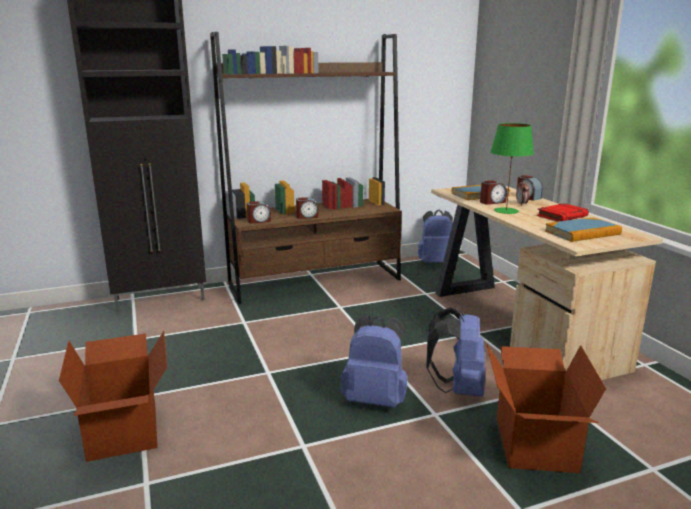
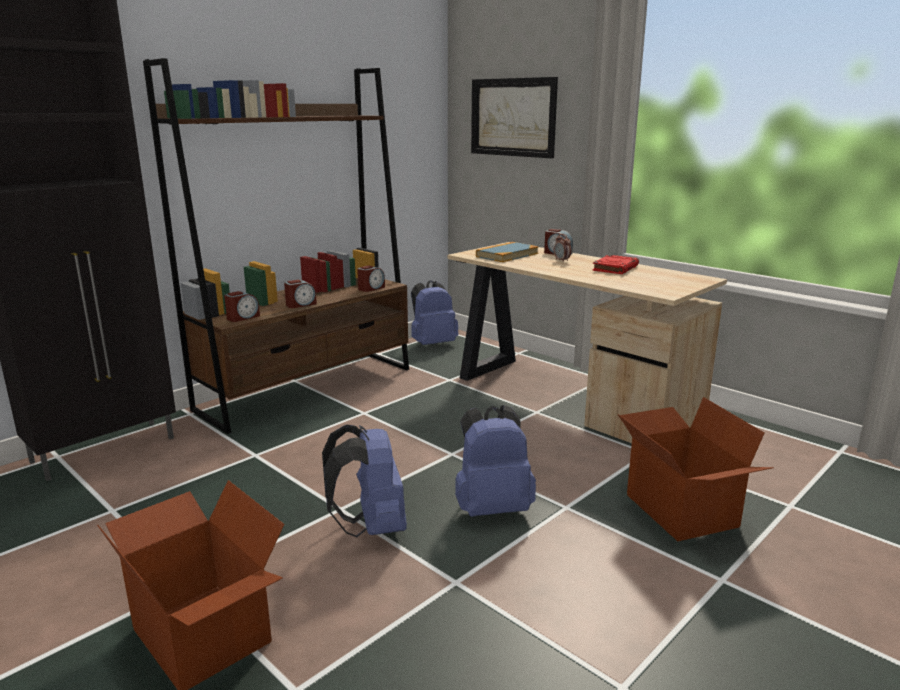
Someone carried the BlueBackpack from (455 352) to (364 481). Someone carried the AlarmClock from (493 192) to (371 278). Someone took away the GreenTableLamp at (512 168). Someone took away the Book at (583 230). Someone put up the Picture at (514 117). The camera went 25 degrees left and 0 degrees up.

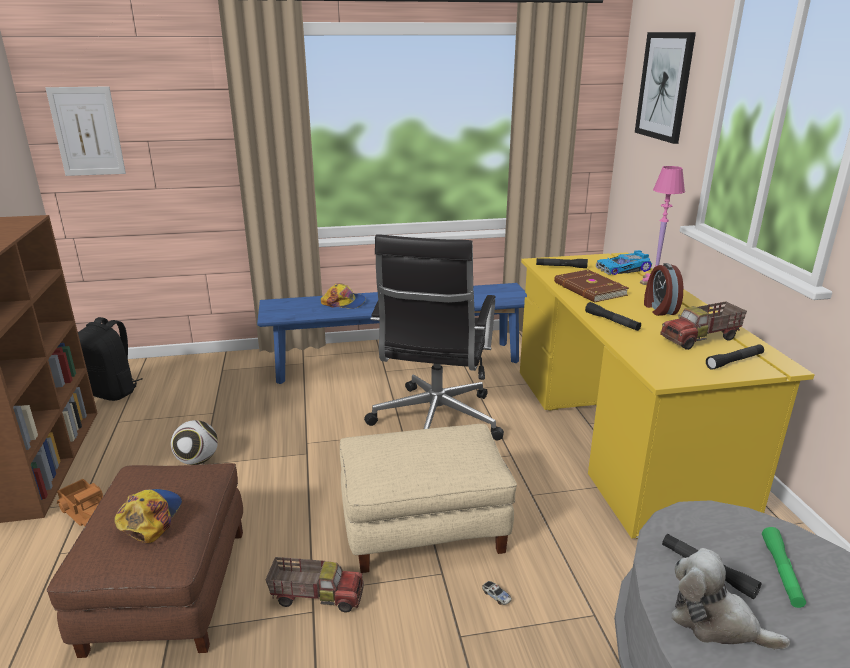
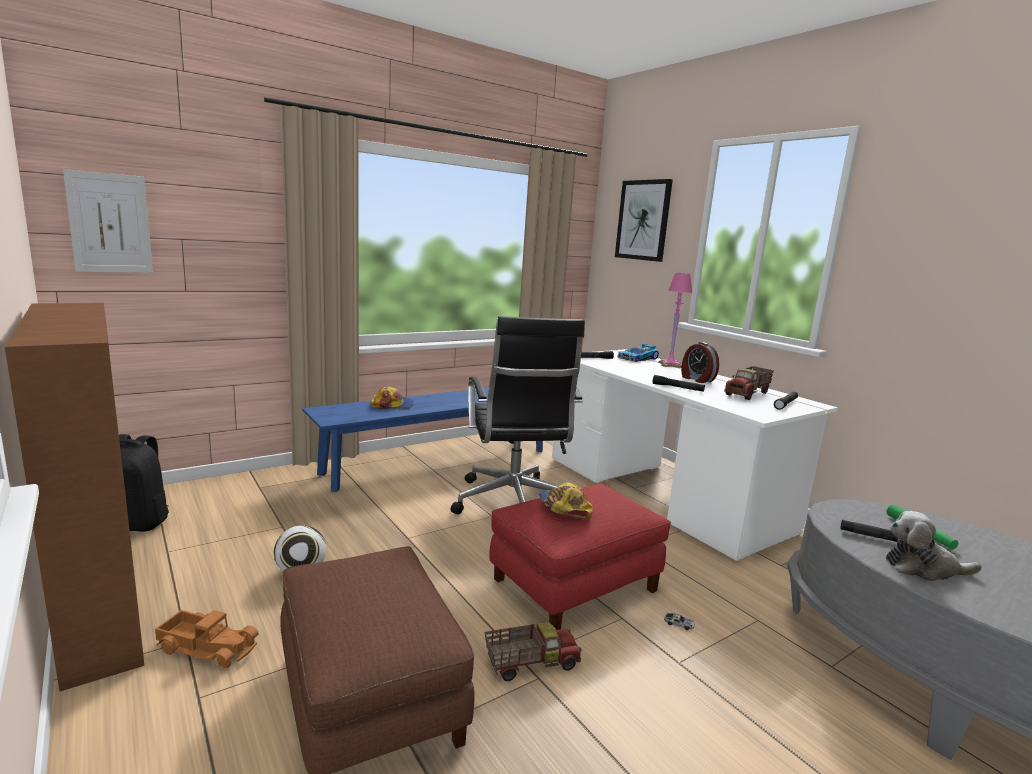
Someone carried the Cap from (148 516) to (566 500). Someone repainted the BeigeOttoman at (428 498), which became the RedOttoman at (580 557). Someone repainted the YellowDesk at (667 395), which became the WhiteDesk at (695 455). Someone took away the BrownBook at (591 286). The camera went 25 degrees left and 10 degrees down.

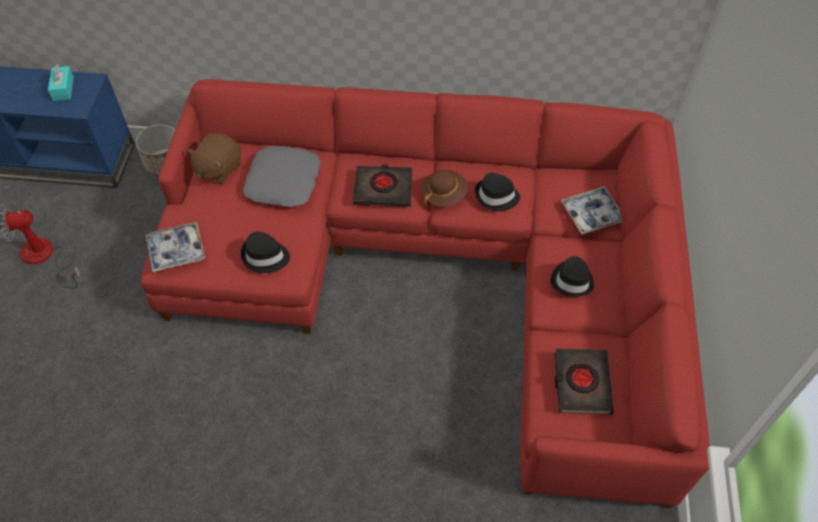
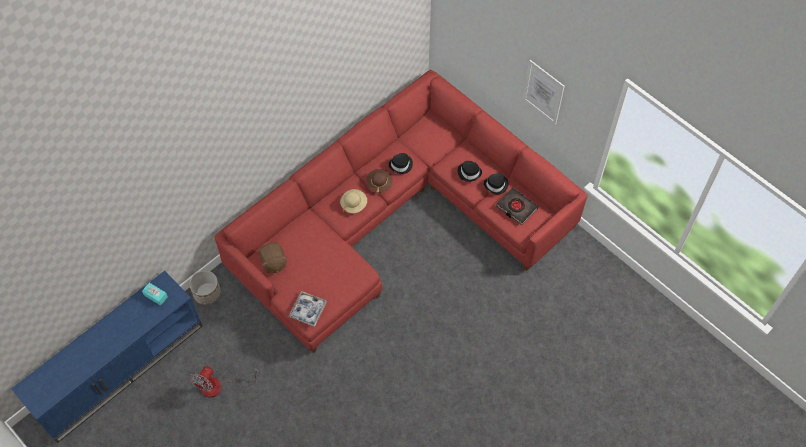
Someone carried the BlackHat from (265 252) to (496 183). Someone took away the GreyPillow at (281 176). Someone swapped the BlackBook at (382 185) for the BeigeHat at (353 201). Someone took away the Tray at (592 210). Someone put up the Picture at (544 92). The camera went 50 degrees left and 5 degrees up.

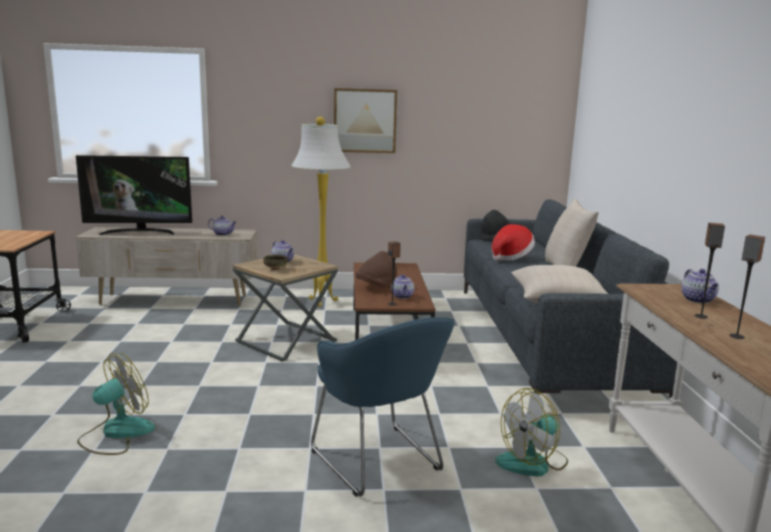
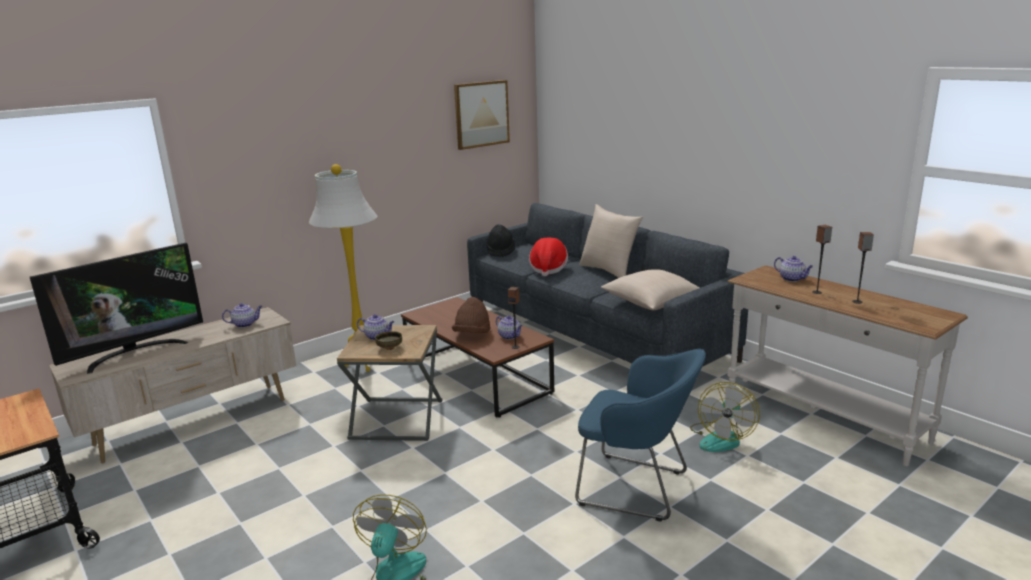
Someone carried the Picture from (365 120) to (482 115). The camera went 35 degrees left and 5 degrees up.

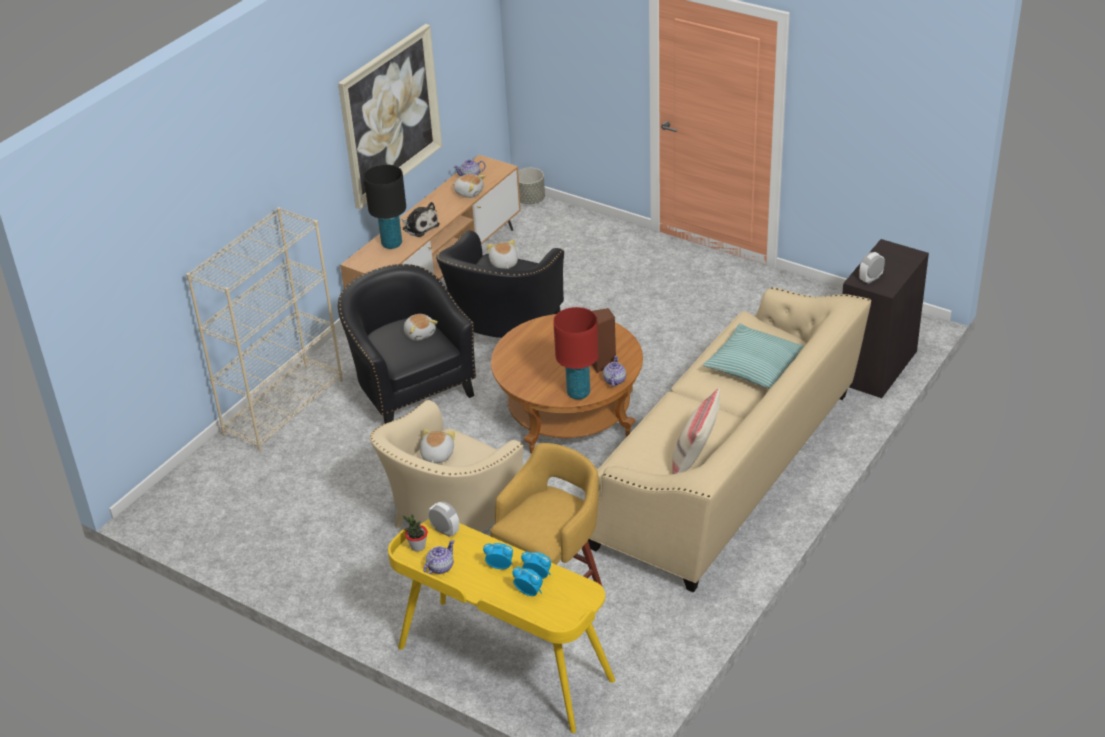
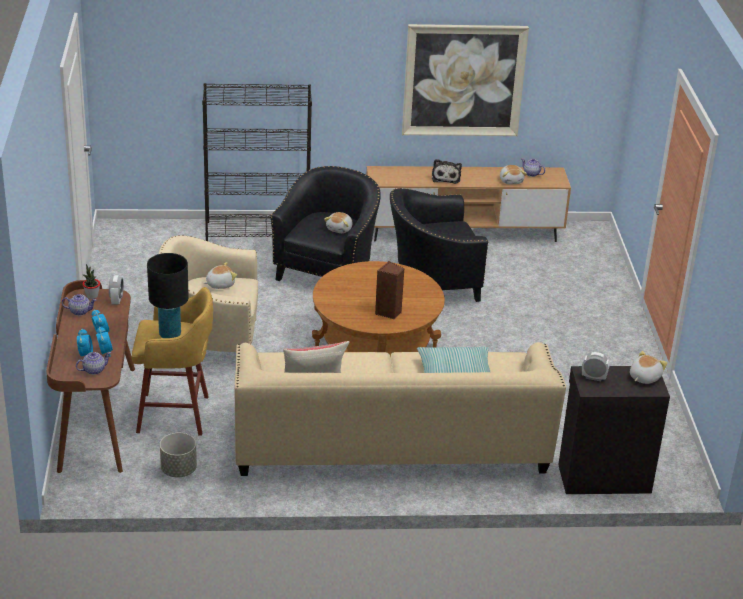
Someone repainted the BeigeBookcase at (264 329), which became the BlackBookcase at (257 162). Someone carried the BlackTableLamp from (385 206) to (168 295). Someone repainted the YellowDesk at (501 626), which became the BrownDesk at (90 376). Someone carried the PlushToy from (502 254) to (649 367). Someone carried the GreyPlanter from (531 186) to (178 455). Someone took away the RedTableLamp at (575 353). Someone carried the Teapot from (614 371) to (93 363). The camera went 50 degrees right and 5 degrees down.

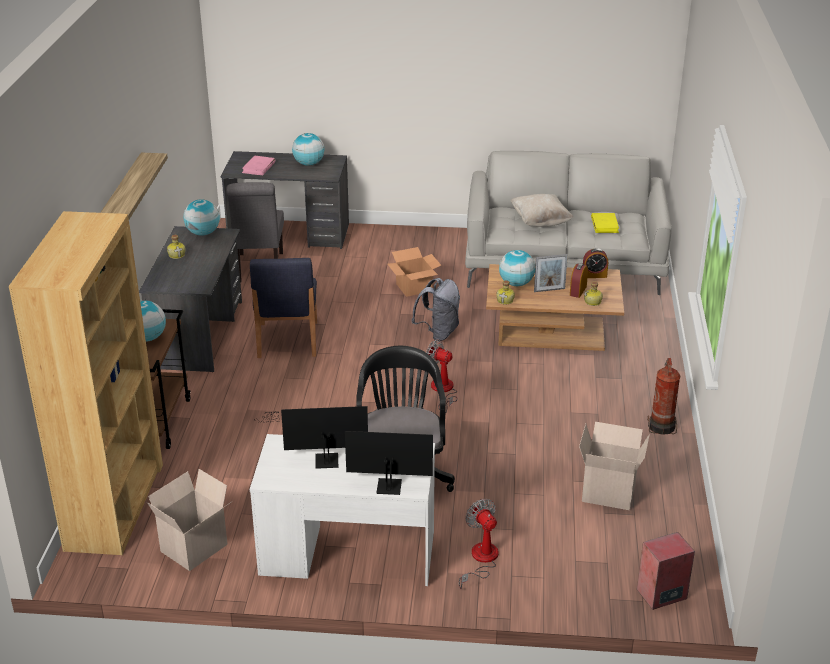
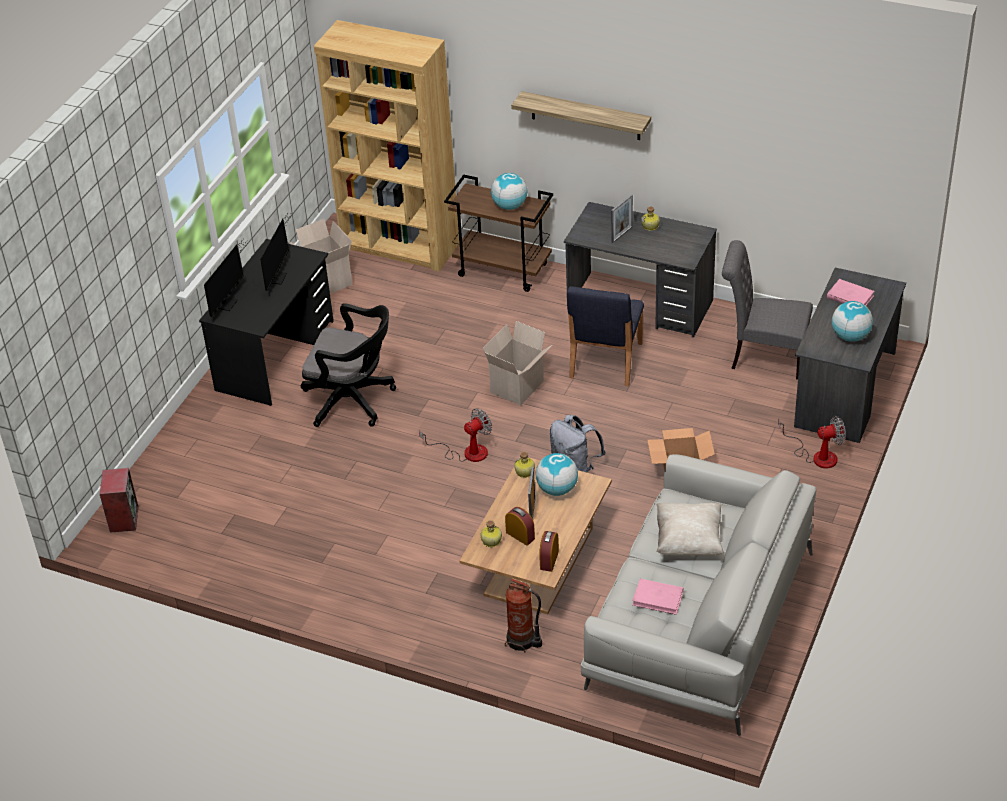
Someone took away the Globe at (201 217). Someone rotated the BlueChair at (283 308) by 90 degrees counterclockwise. Someone repainted the WhiteDesk at (342 510), which became the BlackDesk at (266 322). Someone carried the Fan from (479 544) to (812 442). Someone carried the CardboardBox from (614 466) to (517 363). Someone repainted the YellowBook at (605 223), which became the PinkBook at (657 597). Someone carried the FireExtinguisher from (664 396) to (523 615). Someone put down the PictureFrame at (622 218). The camera went 110 degrees right and 10 degrees up.

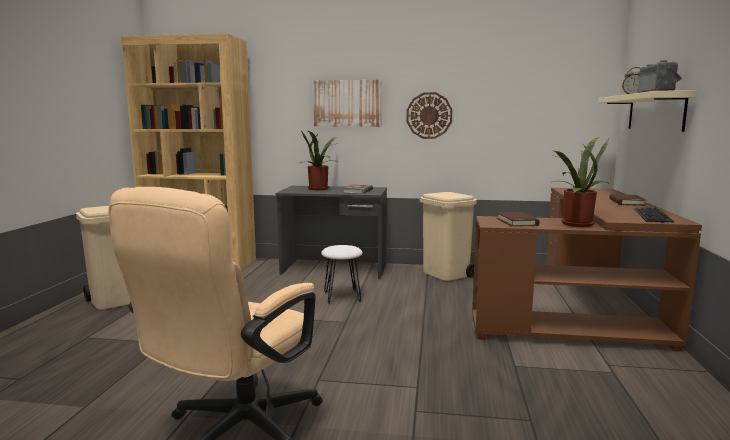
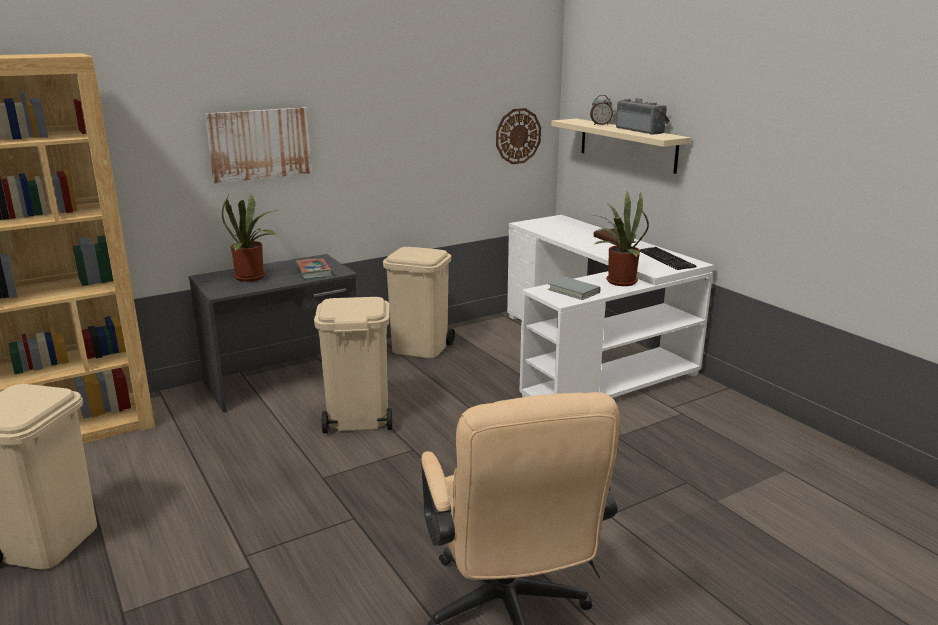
Someone swapped the WhiteStool at (342 274) for the BeigeTrashCan at (353 365). Someone carried the WallClock from (429 115) to (518 136). Someone repainted the BrownDesk at (587 270), which became the WhiteDesk at (610 306). Someone repainted the BrownBook at (518 219), which became the GreyBook at (574 288). The camera went 40 degrees left and 10 degrees up.

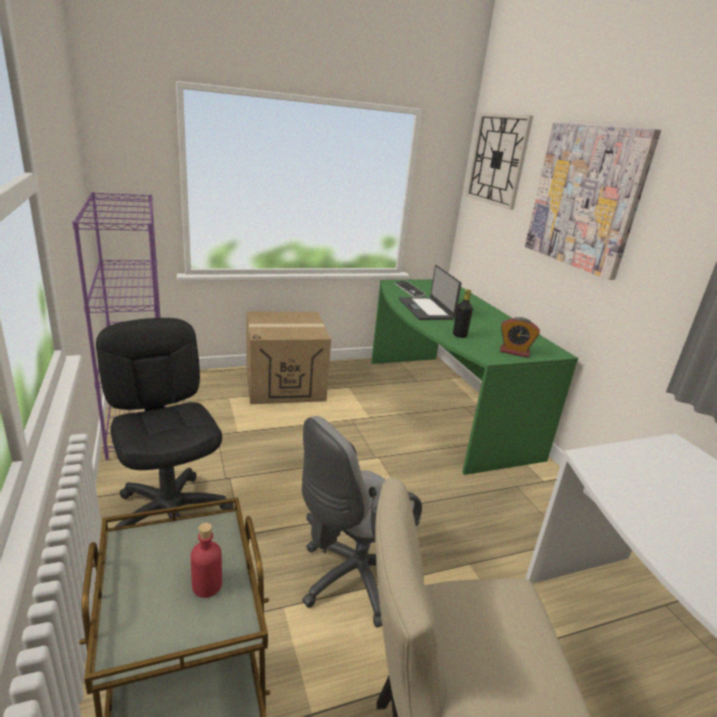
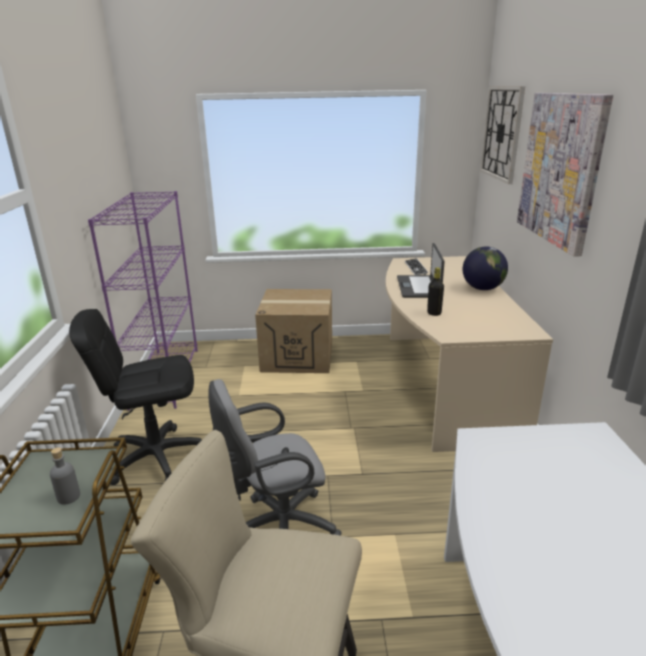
Someone rotated the BlackOfficeChair at (164 422) by 90 degrees counterclockwise. Someone repainted the RedBottle at (206 560), which became the GreyBottle at (65 476). Someone repainted the GreenDesk at (474 377), which became the BeigeDesk at (469 354). Someone took away the AlarmClock at (520 337). Someone put down the Globe at (485 268). The camera went 20 degrees right and 0 degrees up.

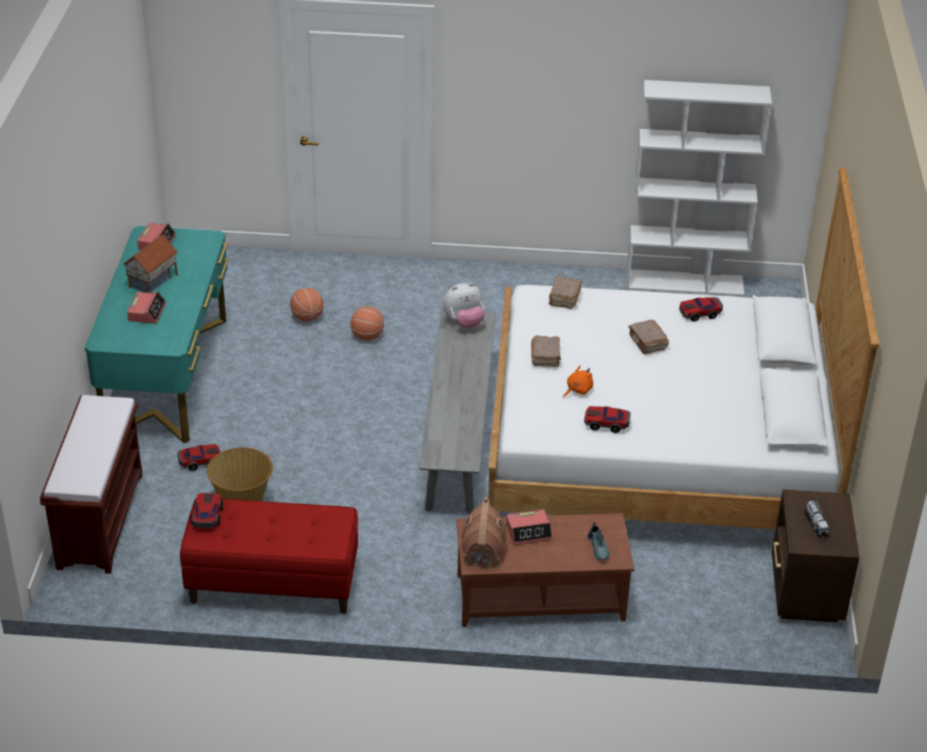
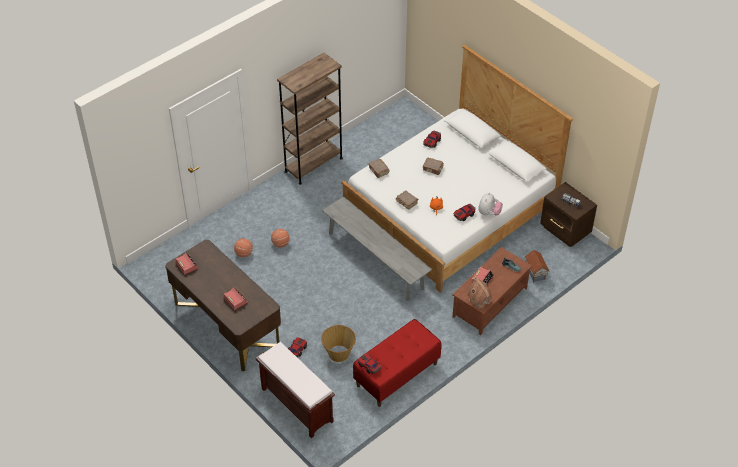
Someone repainted the TurquoiseDesk at (157 334), which became the BrownDesk at (223 305). Someone carried the ToyHouse from (150 263) to (537 266). Someone carried the PlushToy from (464 306) to (490 203). Someone took away the WhiteBookcase at (699 188). Someone put down the BrownBookcase at (310 119). The camera went 45 degrees left and 10 degrees up.

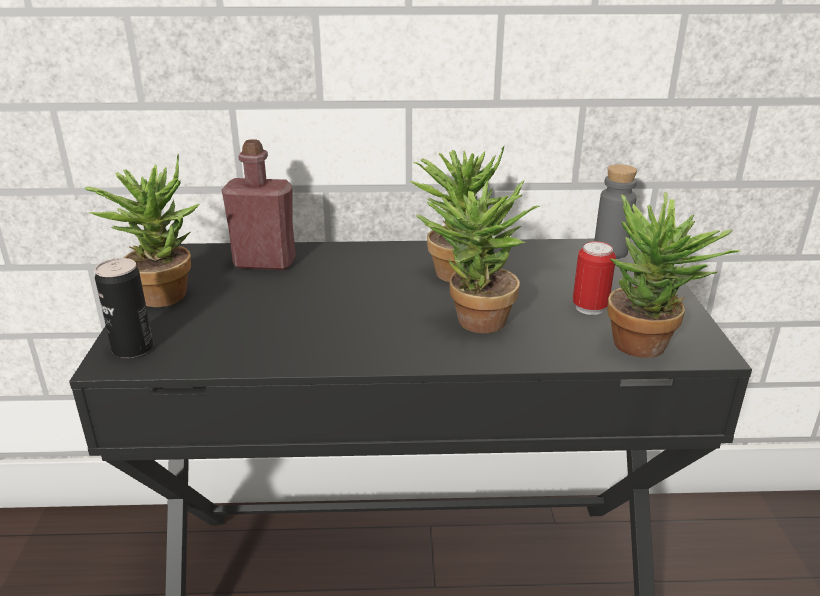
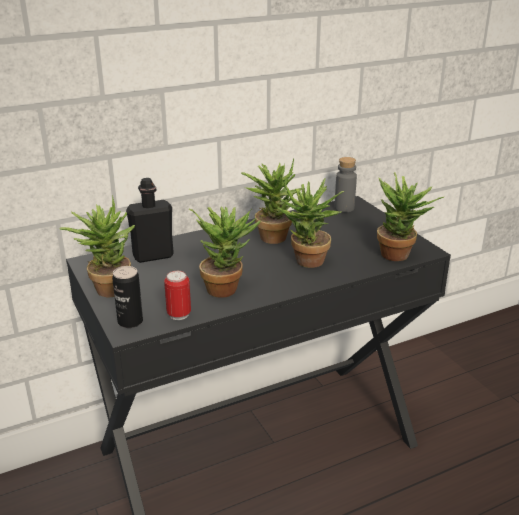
Someone repainted the RedBottle at (259 204), which became the BlackBottle at (150 220). Someone carried the Can from (594 278) to (177 295). Someone put down the PottedPlant at (225 252). The camera went 25 degrees left and 0 degrees up.

